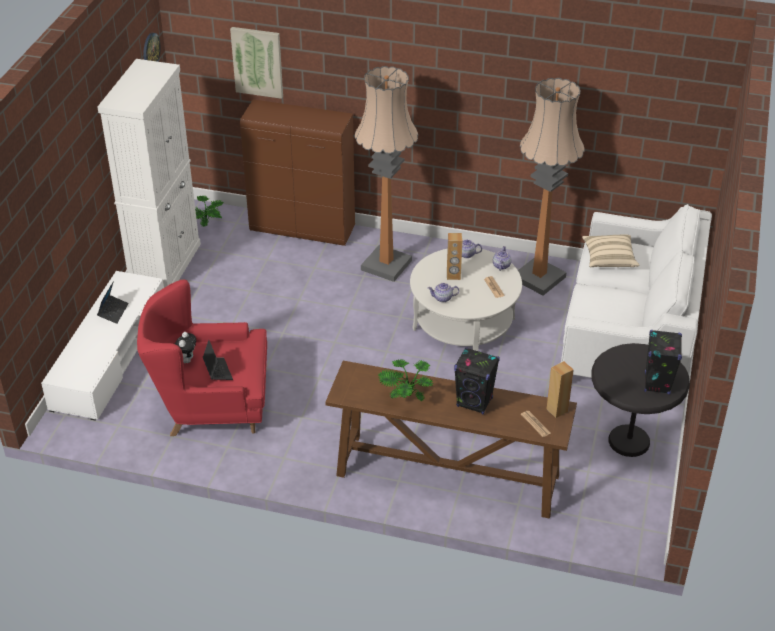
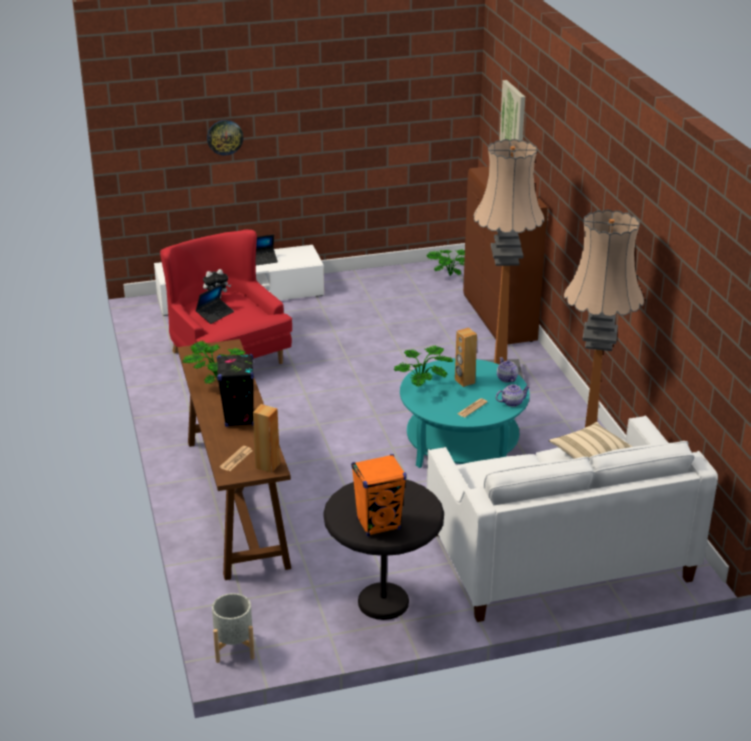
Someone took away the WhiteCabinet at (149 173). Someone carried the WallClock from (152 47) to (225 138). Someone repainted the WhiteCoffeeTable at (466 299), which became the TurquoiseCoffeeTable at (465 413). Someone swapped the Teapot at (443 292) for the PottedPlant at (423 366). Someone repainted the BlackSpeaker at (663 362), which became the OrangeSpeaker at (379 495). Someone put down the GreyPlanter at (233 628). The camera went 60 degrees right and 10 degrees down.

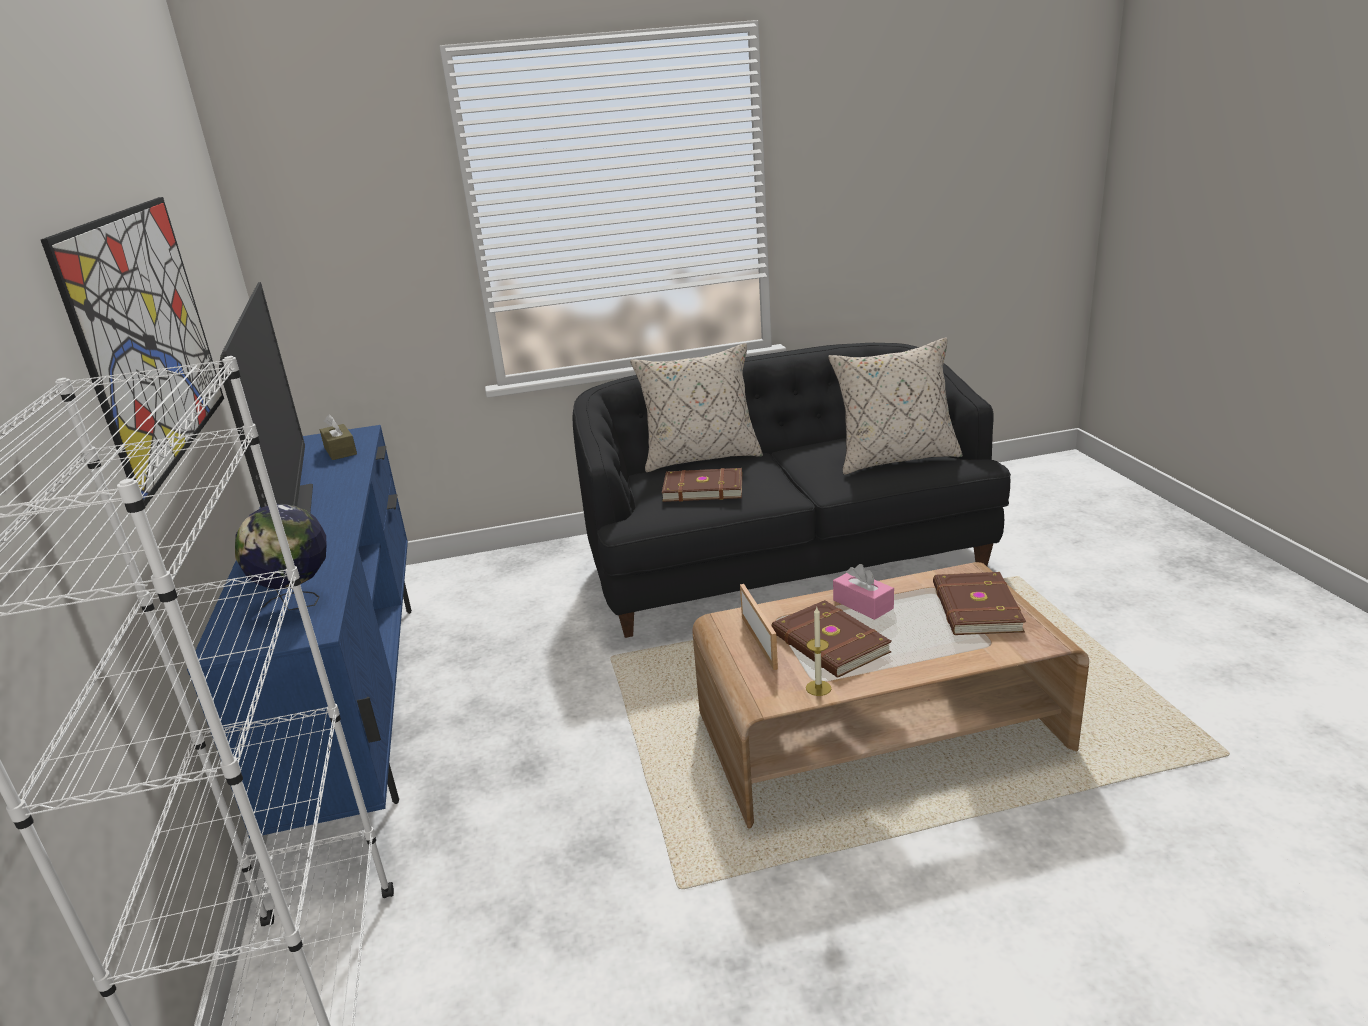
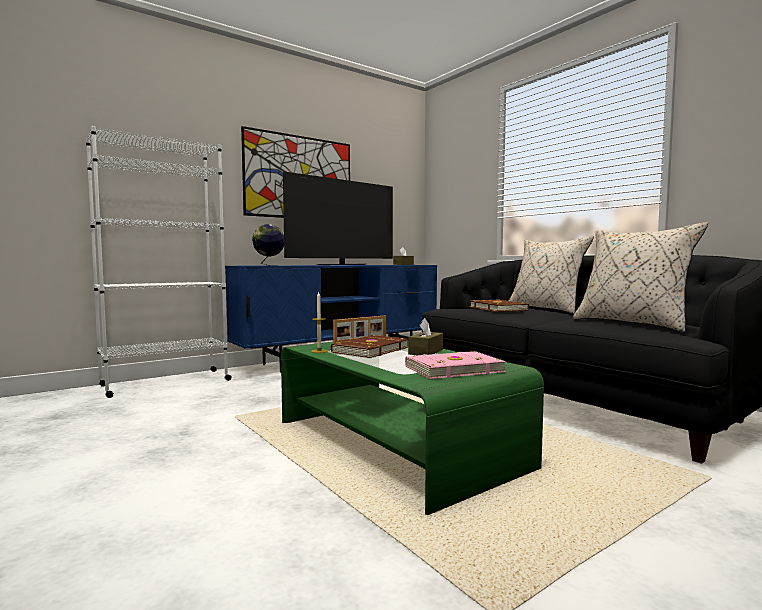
Someone repainted the BrownCoffeeTable at (890 695), which became the GreenCoffeeTable at (412 428). Someone repainted the PinkTissueBox at (863 592), which became the BrownTissueBox at (425 336). Someone repainted the BrownBook at (979 603), which became the PinkBook at (455 365). The camera went 65 degrees right and 20 degrees down.

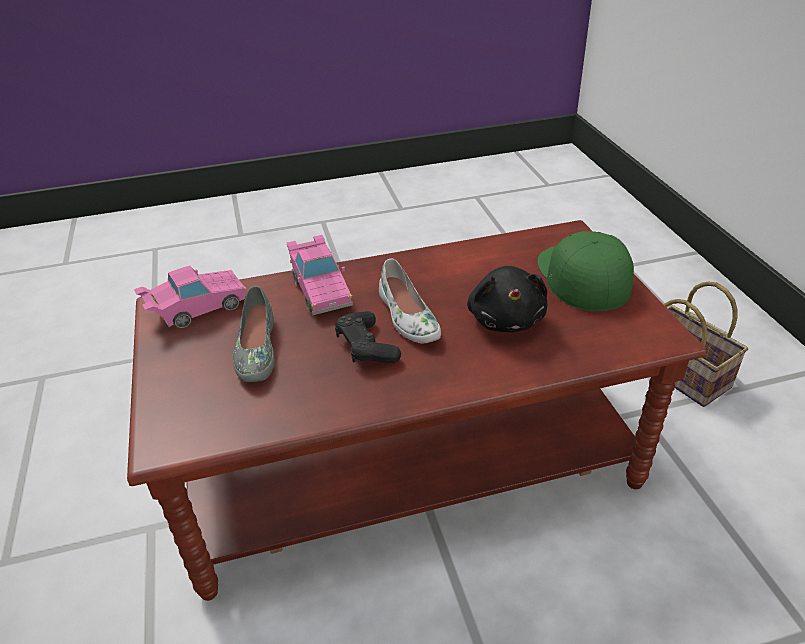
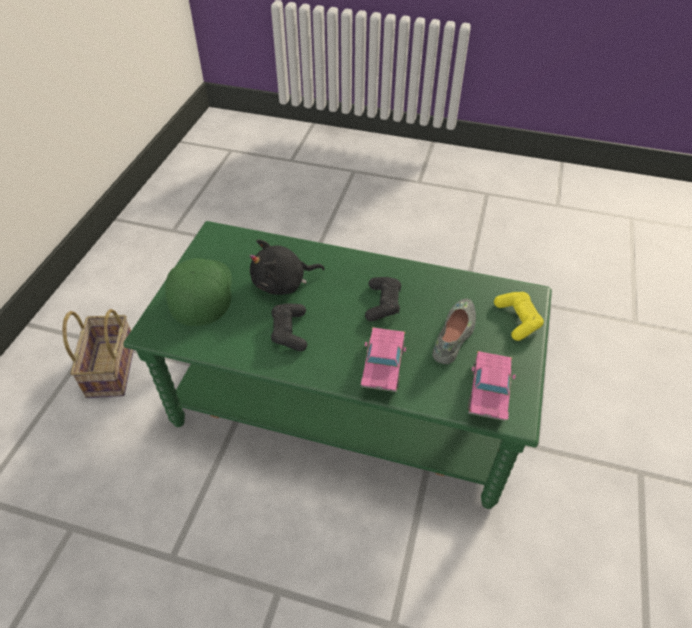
Someone repainted the BrownCoffeeTable at (416 410), which became the GreenCoffeeTable at (338 365). Someone rotated the PinkToyCar at (190 297) by 105 degrees clockwise. Someone took away the WhiteShoe at (410 300). Someone rotated the BlackPlushToy at (507 299) by 135 degrees counterclockwise. Someone rotated the GreenCap at (585 271) by 150 degrees clockwise. Someone put down the BlackGameController at (289 327). Someone put down the YellowGameController at (519 316). The camera went 150 degrees left and 10 degrees up.

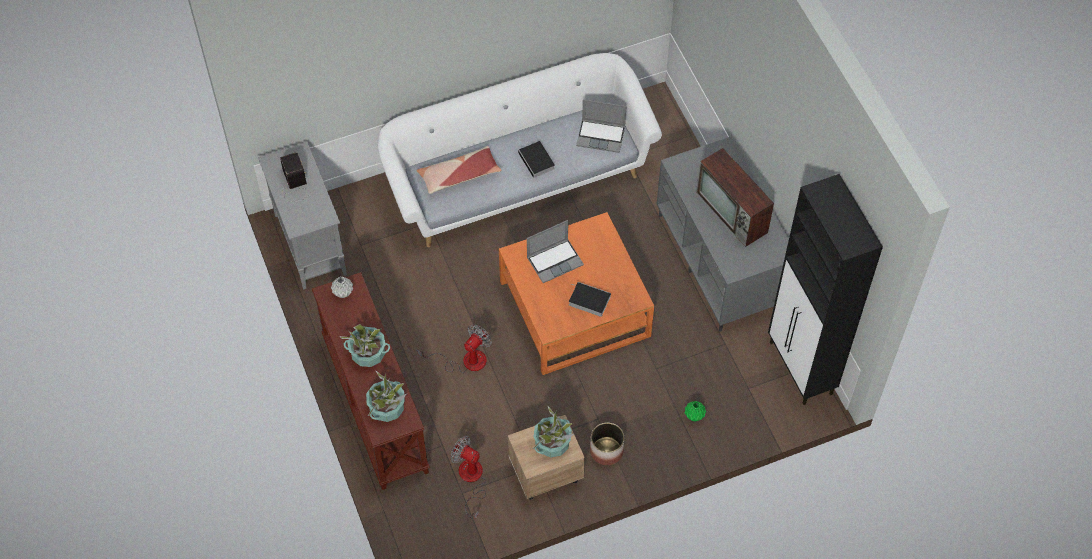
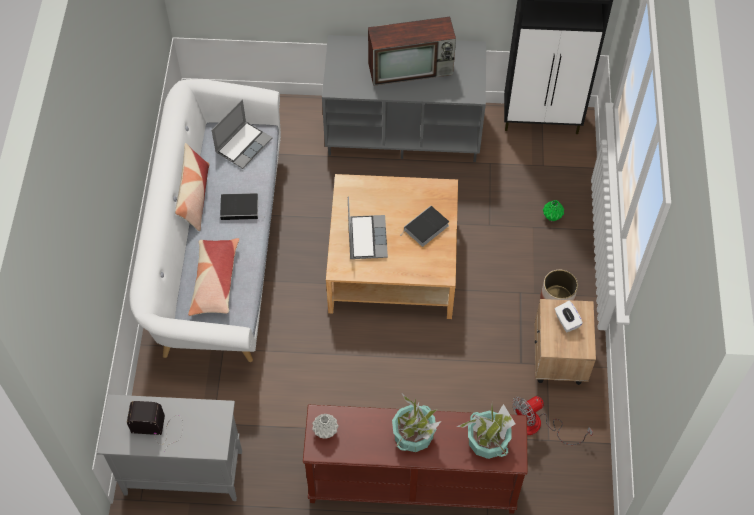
Someone took away the Fan at (454 348). Someone repainted the OrangeCoffeeTable at (576 293), which became the BeigeCoffeeTable at (392 246). Someone swapped the PottedPlant at (553 431) for the WhiteTissueBox at (569 316). Someone put down the Pillow at (192 187). The camera went 65 degrees left and 0 degrees up.

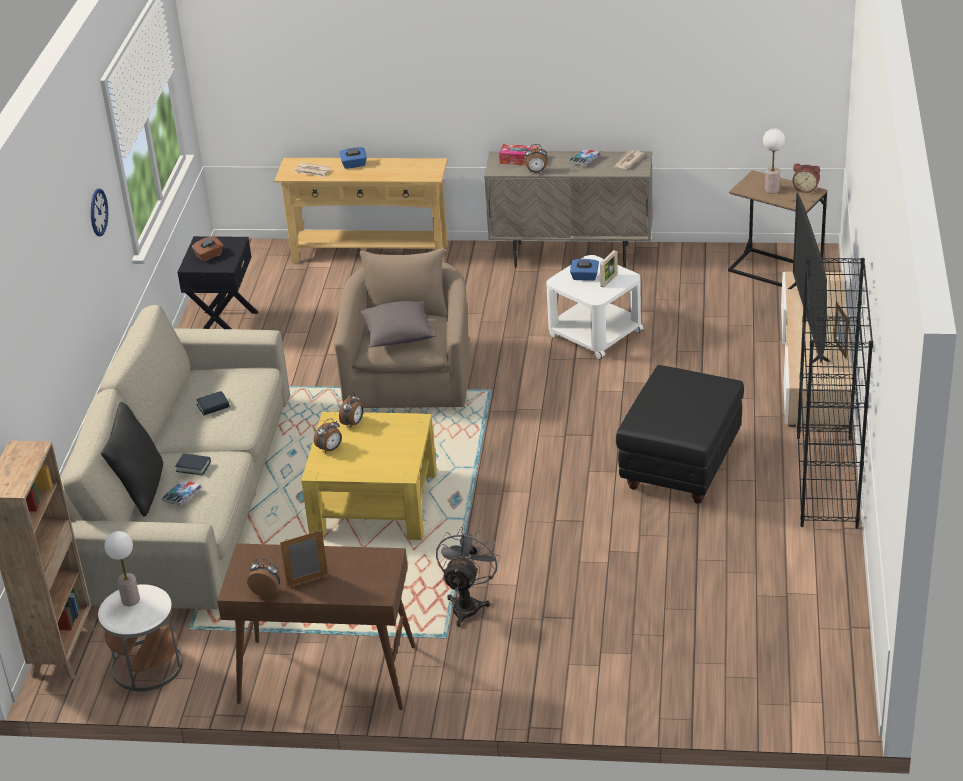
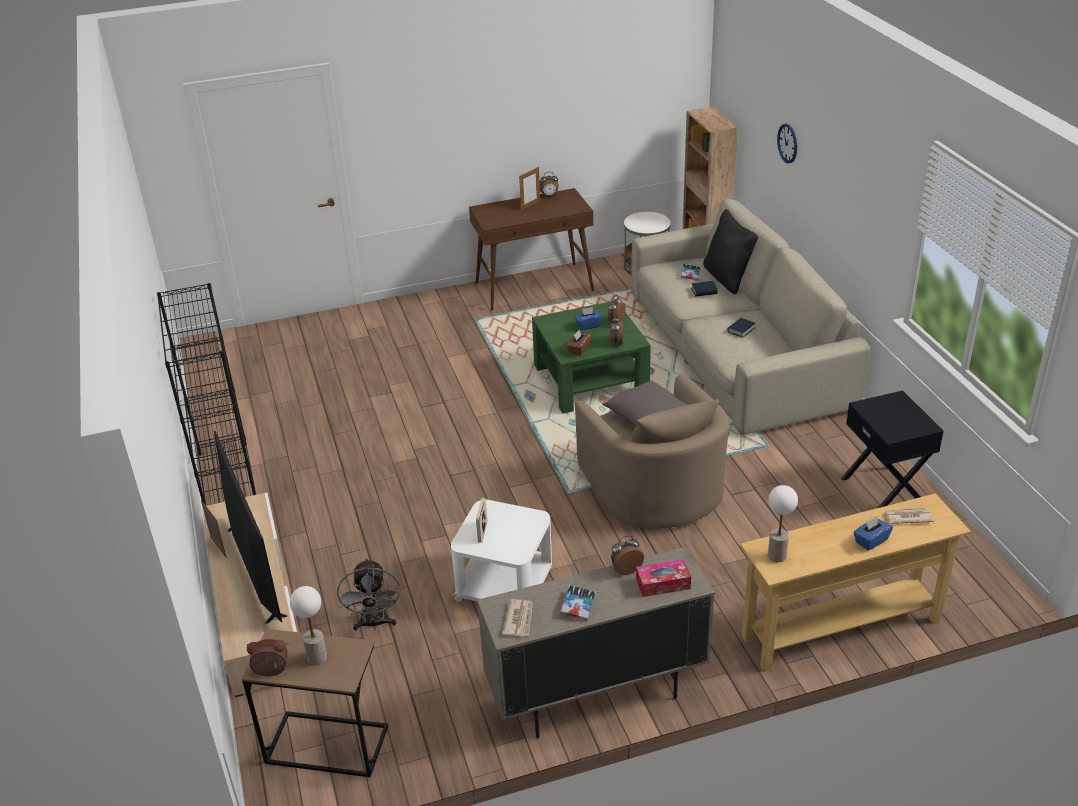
Someone carried the WallClock from (99 212) to (787 143). Someone carried the TableLamp from (122 568) to (783 523). Someone carried the BrownTissueBox from (207 249) to (579 342). Someone repainted the YellowCoffeeTable at (369 476), which became the GreenCoffeeTable at (591 357). Someone carried the GreyFan from (468 577) to (368 594). Someone carried the BlueTissueBox from (584 270) to (588 318). Someone took away the BlackOttoman at (680 434). The camera went 155 degrees right and 0 degrees up.

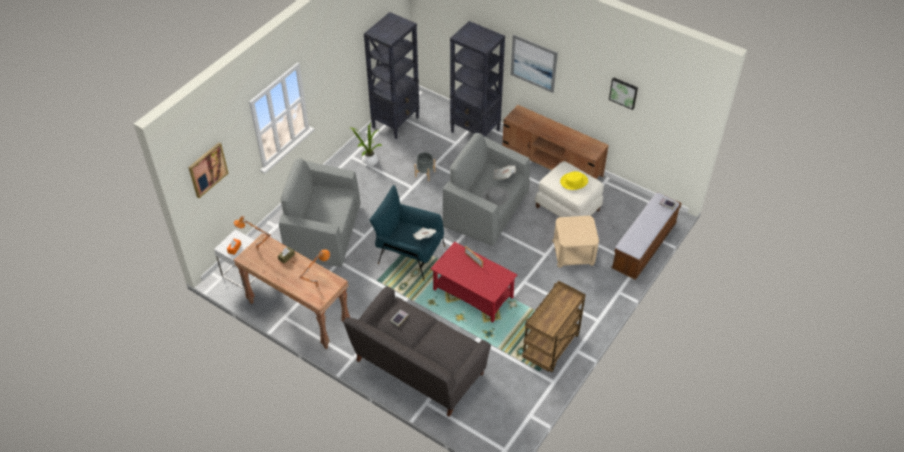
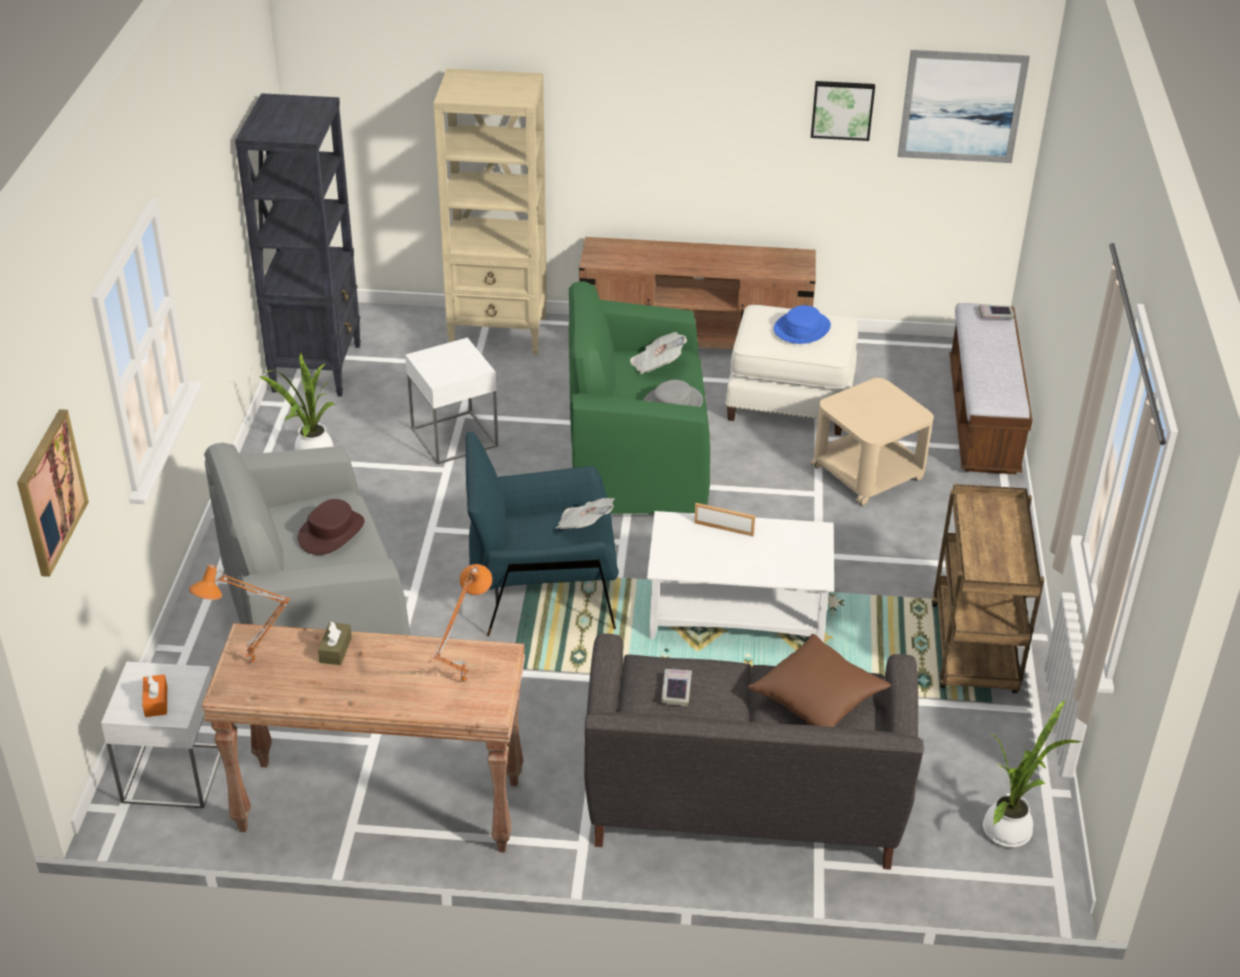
Someone swapped the GreyPlanter at (425 166) for the WhiteSideTable at (451 401). Someone repainted the RedCoffeeTable at (473 282), which became the WhiteCoffeeTable at (740 576). Someone repainted the GreyArmchair at (486 189), which became the GreenArmchair at (639 397). Someone repainted the BlackBookcase at (477 79), which became the BeigeBookcase at (490 211). Someone carried the Picture from (534 63) to (964 106). Someone repainted the YellowHat at (574 180), which became the BlueHat at (802 324). Someone put down the BrownHat at (331 527). Someone put down the BrownPillow at (819 680). Someone put down the PottedPlant at (1032 773). The camera went 30 degrees left and 10 degrees down.

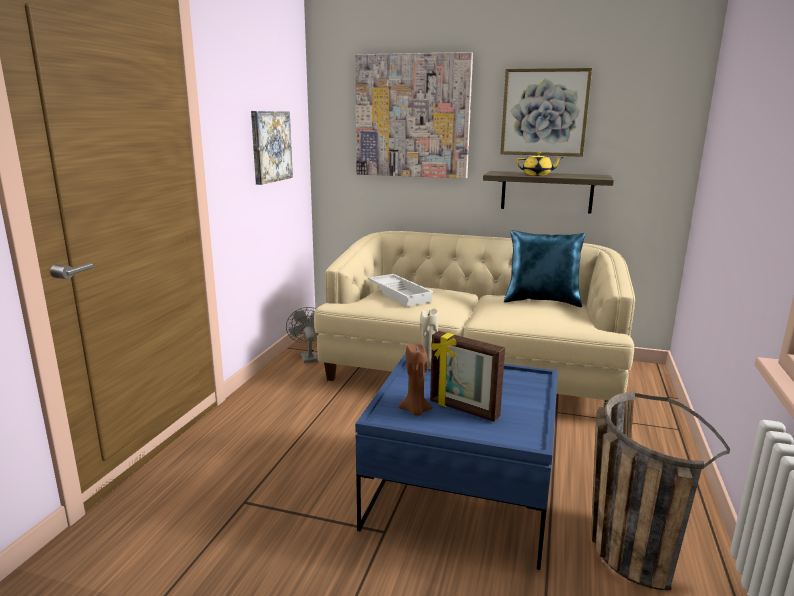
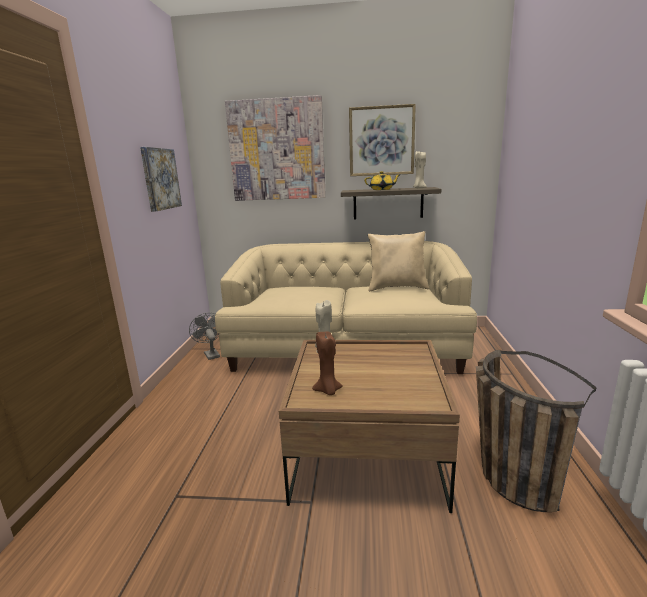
Someone repainted the BlueCoffeeTable at (456 461), which became the BrownCoffeeTable at (369 426). Someone took away the WhiteTray at (401 290). Someone took away the PictureFrame at (467 376). Someone repainted the BluePillow at (544 268), which became the BeigePillow at (398 261). Someone put down the BeigeCandle at (420 169). The camera went 10 degrees left and 0 degrees up.

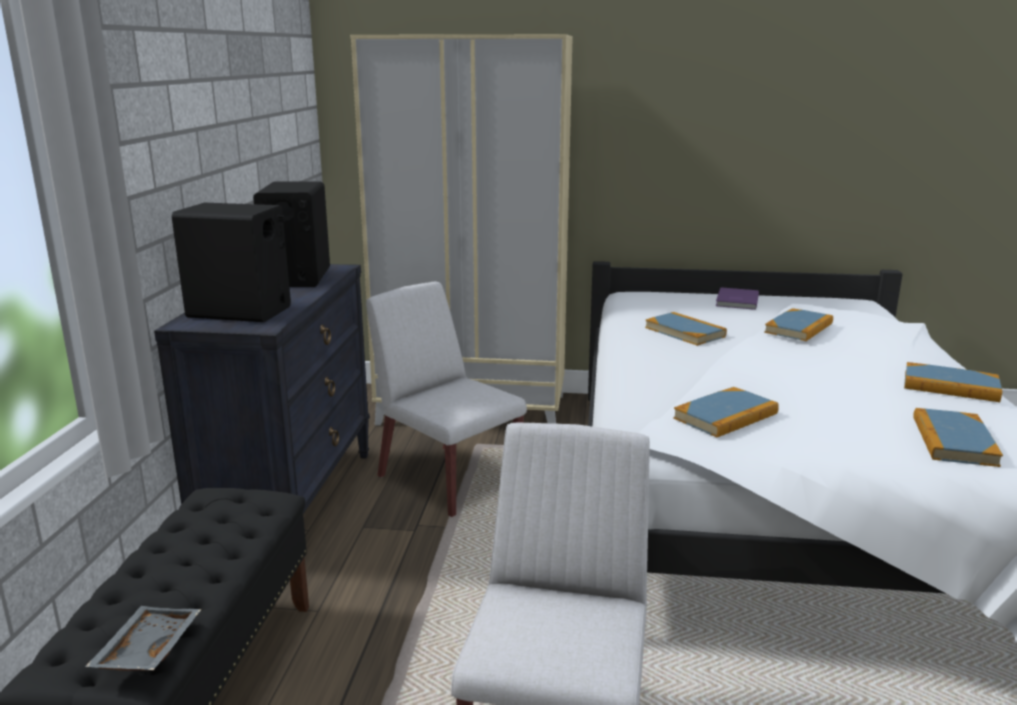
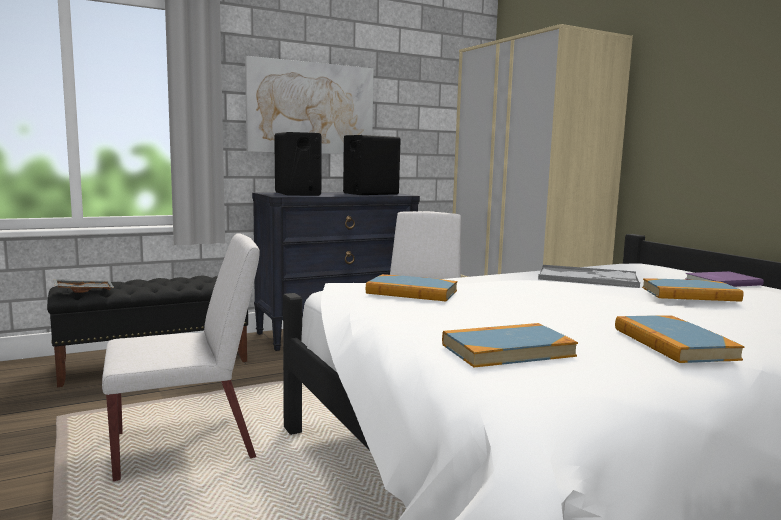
Someone swapped the Book at (686 329) for the Tray at (589 276). Someone put up the Picture at (309 105). The camera went 55 degrees right and 10 degrees down.

